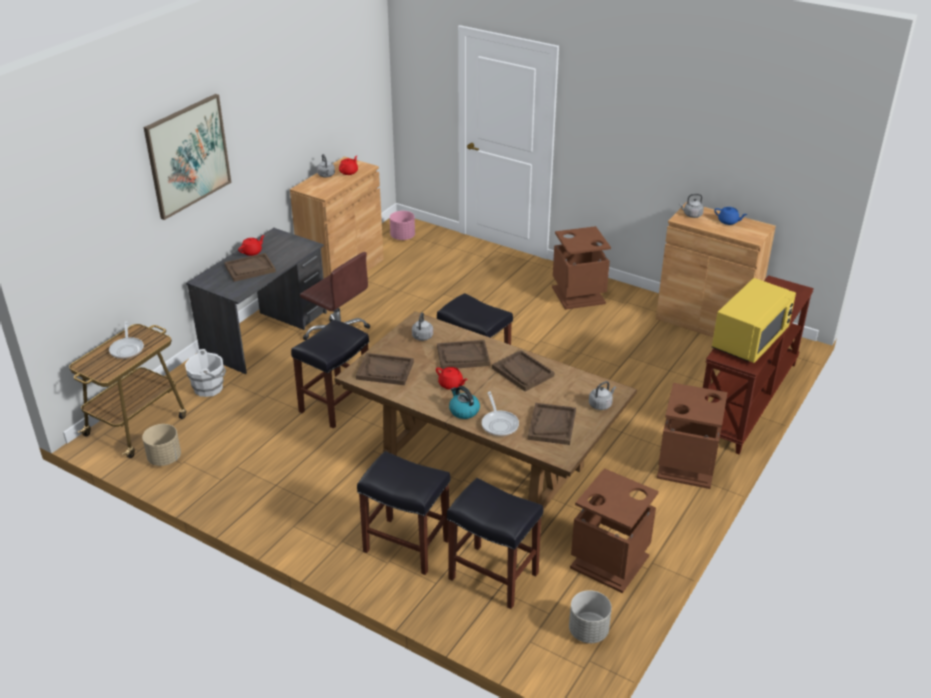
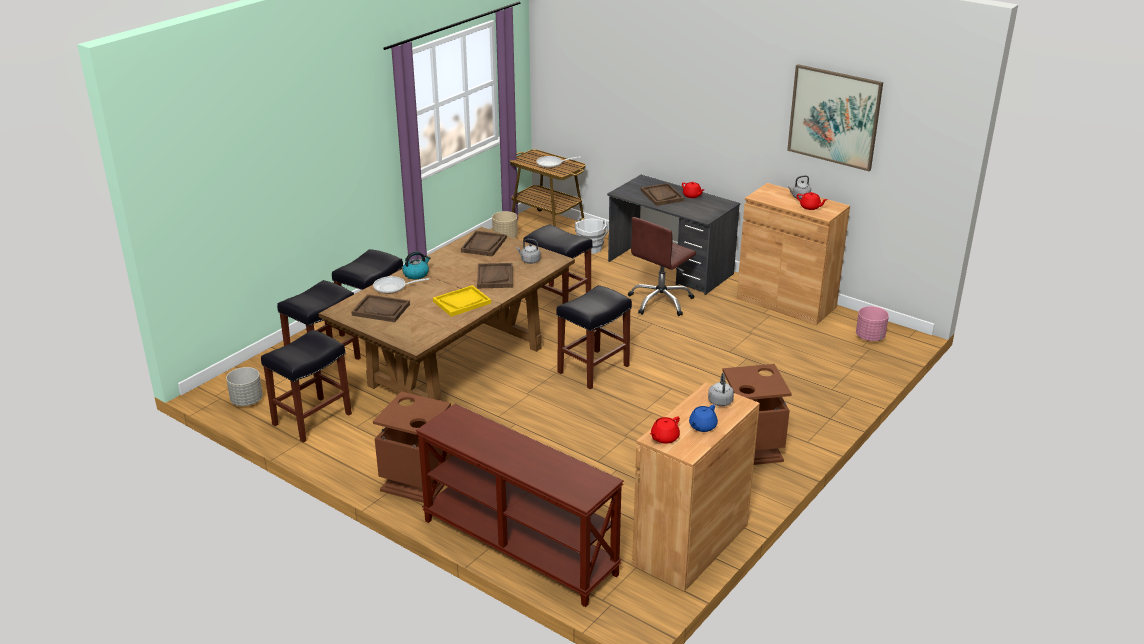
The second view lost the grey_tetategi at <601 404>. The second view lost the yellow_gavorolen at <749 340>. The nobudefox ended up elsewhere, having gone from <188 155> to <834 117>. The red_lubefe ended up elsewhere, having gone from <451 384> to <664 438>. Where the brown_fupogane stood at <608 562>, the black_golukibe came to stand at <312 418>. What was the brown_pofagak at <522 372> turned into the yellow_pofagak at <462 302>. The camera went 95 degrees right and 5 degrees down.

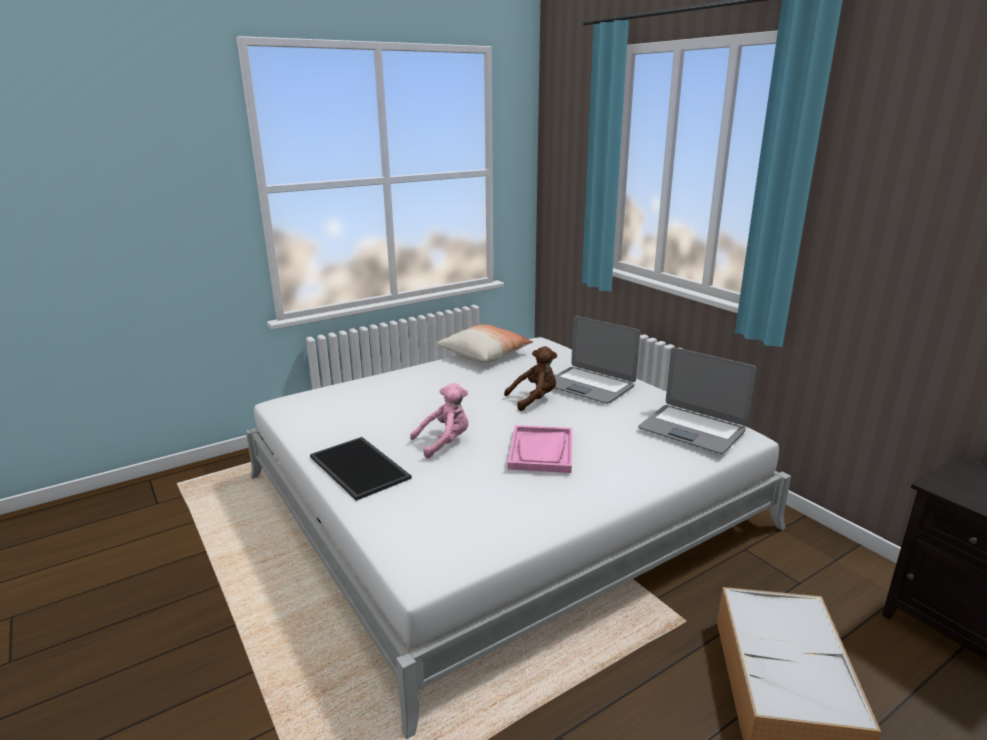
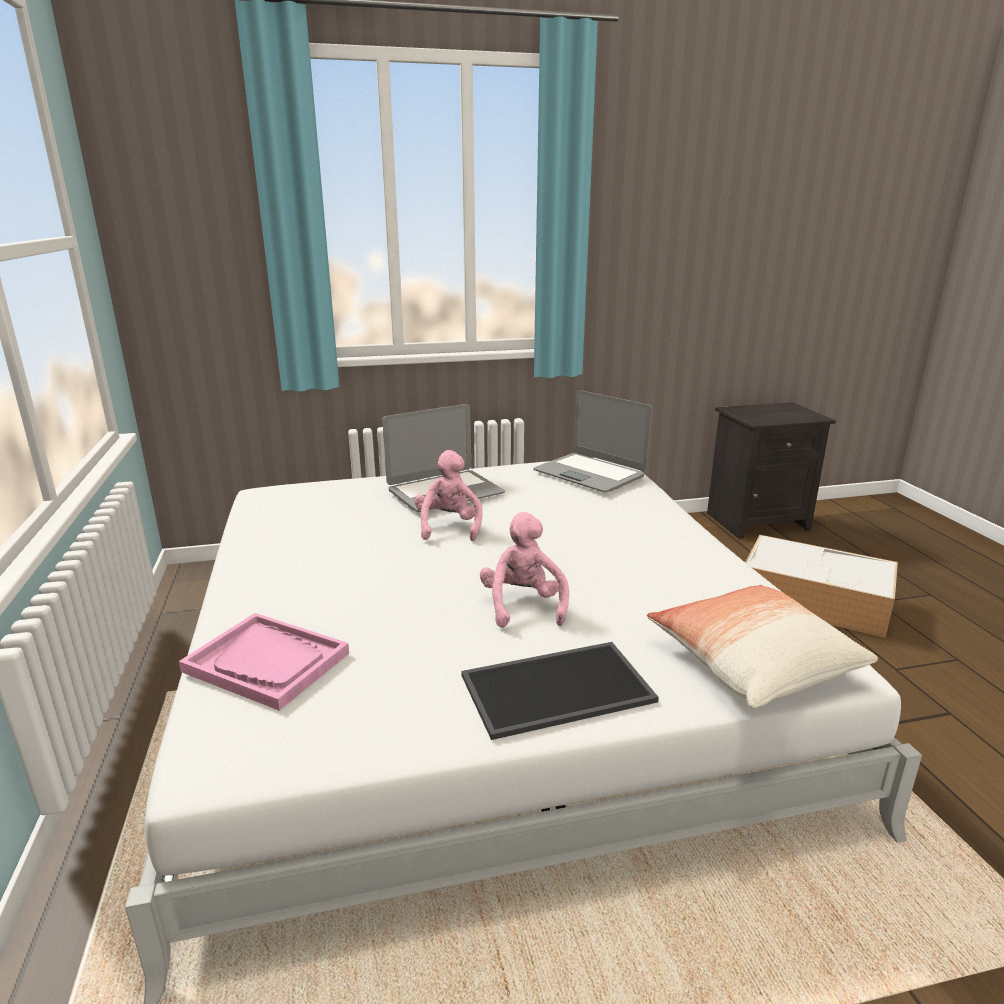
The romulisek ended up elsewhere, having gone from <485 355> to <752 663>. The pink_pofagak ended up elsewhere, having gone from <541 451> to <267 662>. What was the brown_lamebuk at <534 399> turned into the pink_lamebuk at <449 527>. The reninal at <692 429> ended up facing another way, 75 degrees clockwise from before. The camera went 70 degrees left and 0 degrees up.

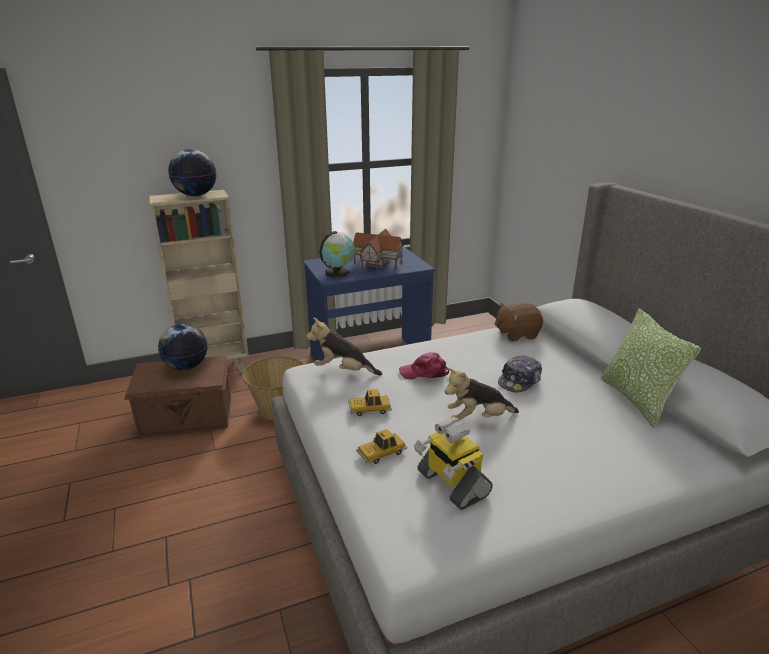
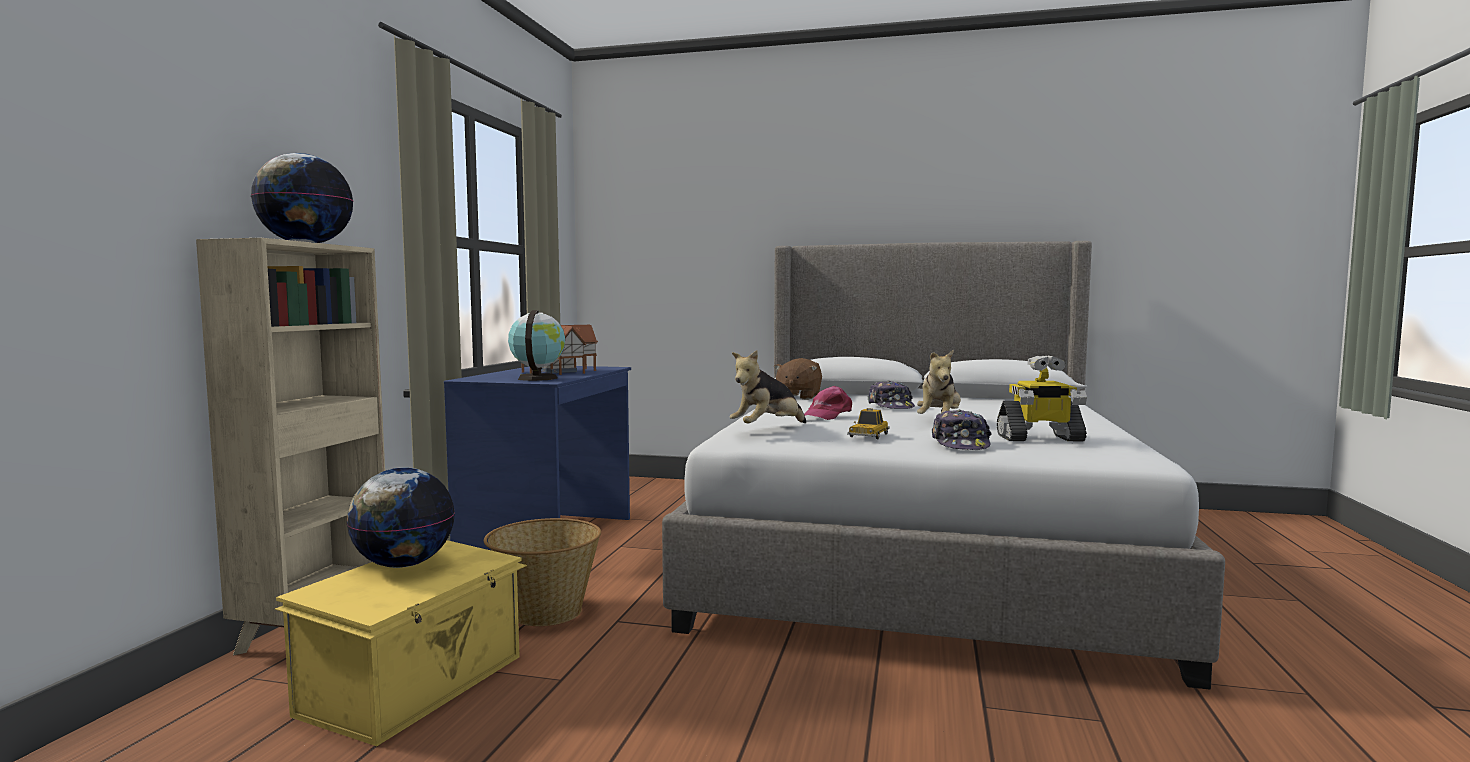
The second view lost the romulisek at <637 400>. Where the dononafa stood at <381 453>, the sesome came to stand at <961 444>. What was the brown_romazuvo at <187 418> turned into the yellow_romazuvo at <417 684>. The camera went 55 degrees left and 20 degrees down.

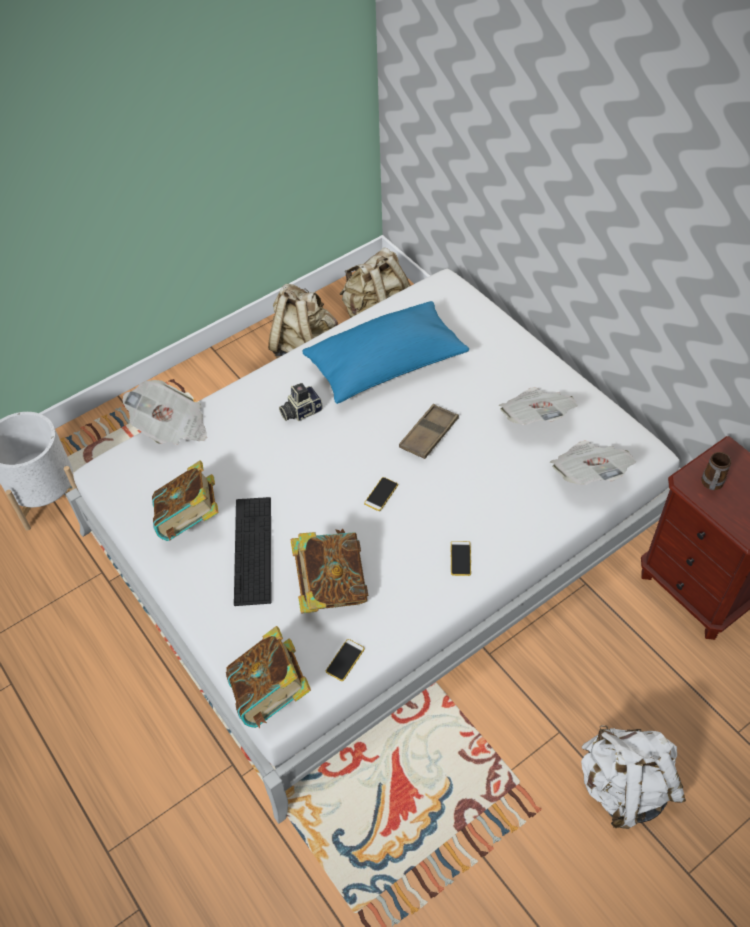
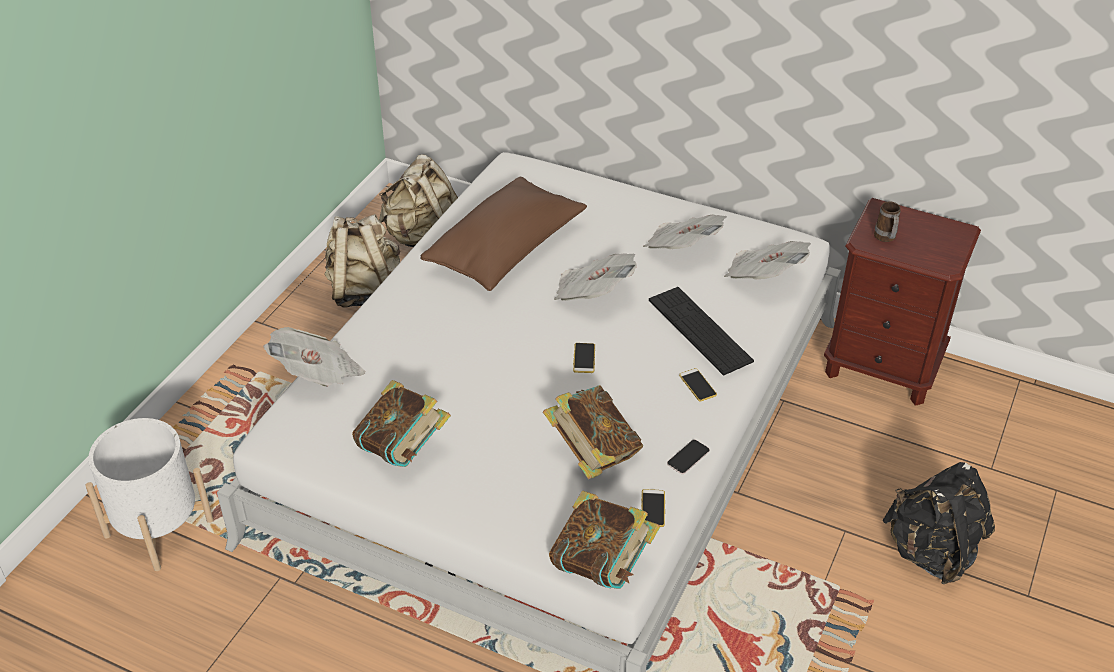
The second view lost the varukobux at <300 411>. The second view gained the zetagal at <688 457>. The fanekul ended up elsewhere, having gone from <253 550> to <699 330>. Where the brown_pofagak stood at <429 434>, the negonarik came to stand at <593 294>. What was the blue_romulisek at <386 366> turned into the brown_romulisek at <506 250>. What was the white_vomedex at <624 788> turned into the black_vomedex at <931 552>. The camera went 30 degrees left and 10 degrees down.

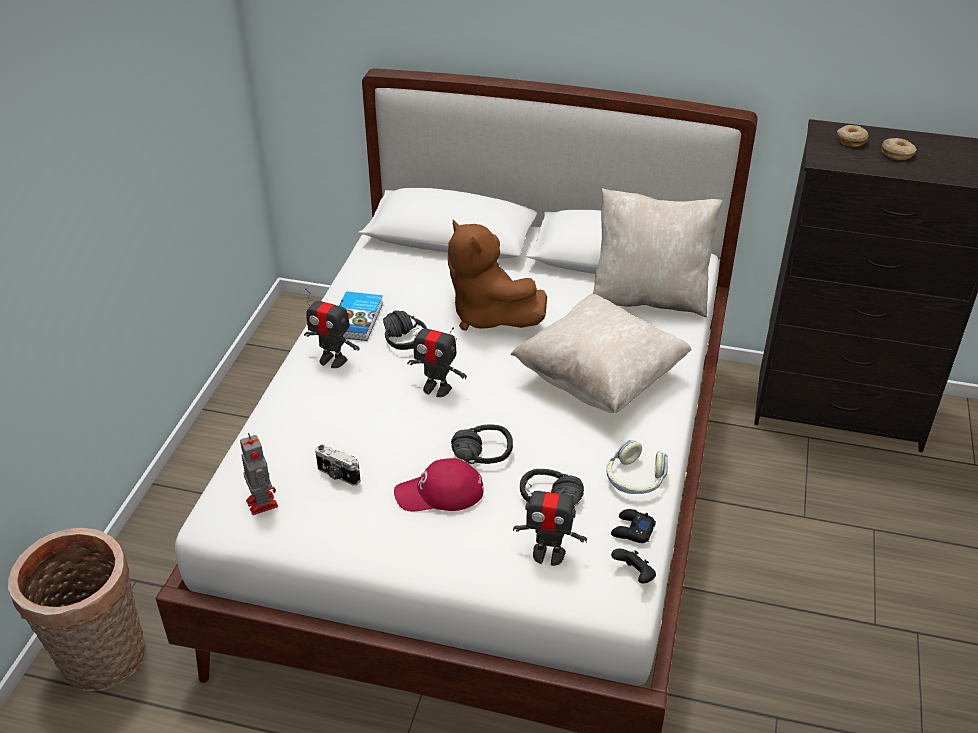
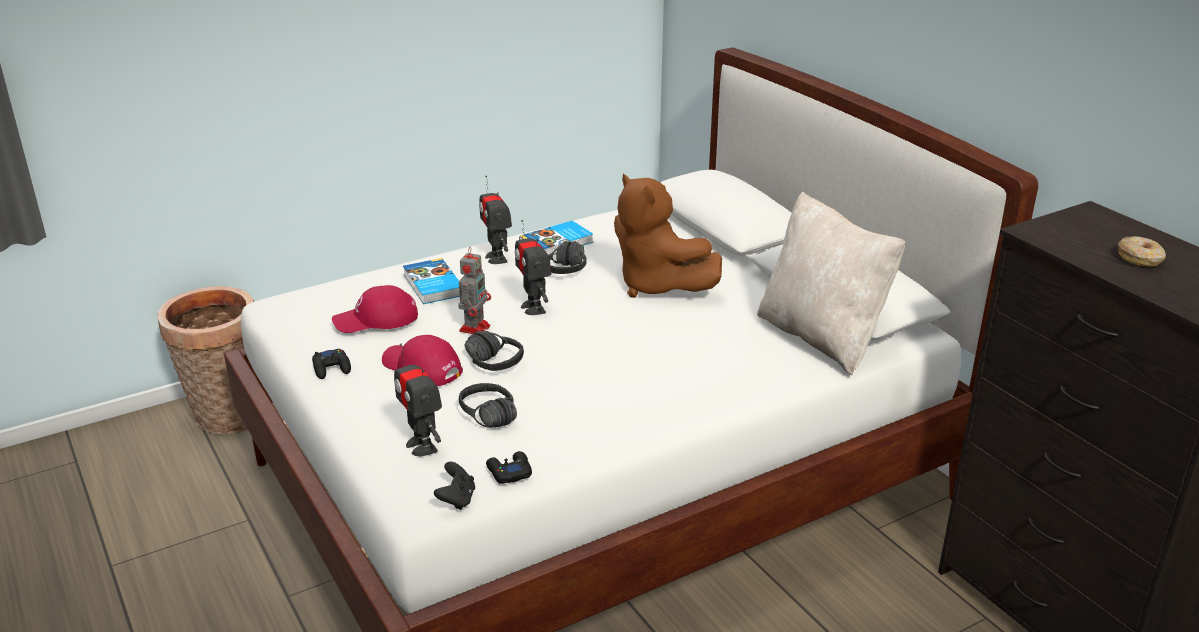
The second view lost the beige_romulisek at <599 379>. The second view lost the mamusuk at <635 479>. The second view lost the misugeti at <851 140>. The second view gained the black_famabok at <332 368>. The second view gained the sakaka at <432 285>. The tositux ended up elsewhere, having gone from <261 502> to <475 327>. Where the varukobux stood at <338 475>, the red_sesome came to stand at <376 319>. The brown_lamebuk at <488 316> ended up facing another way, 45 degrees counterclockwise from before. The camera went 45 degrees right and 10 degrees down.

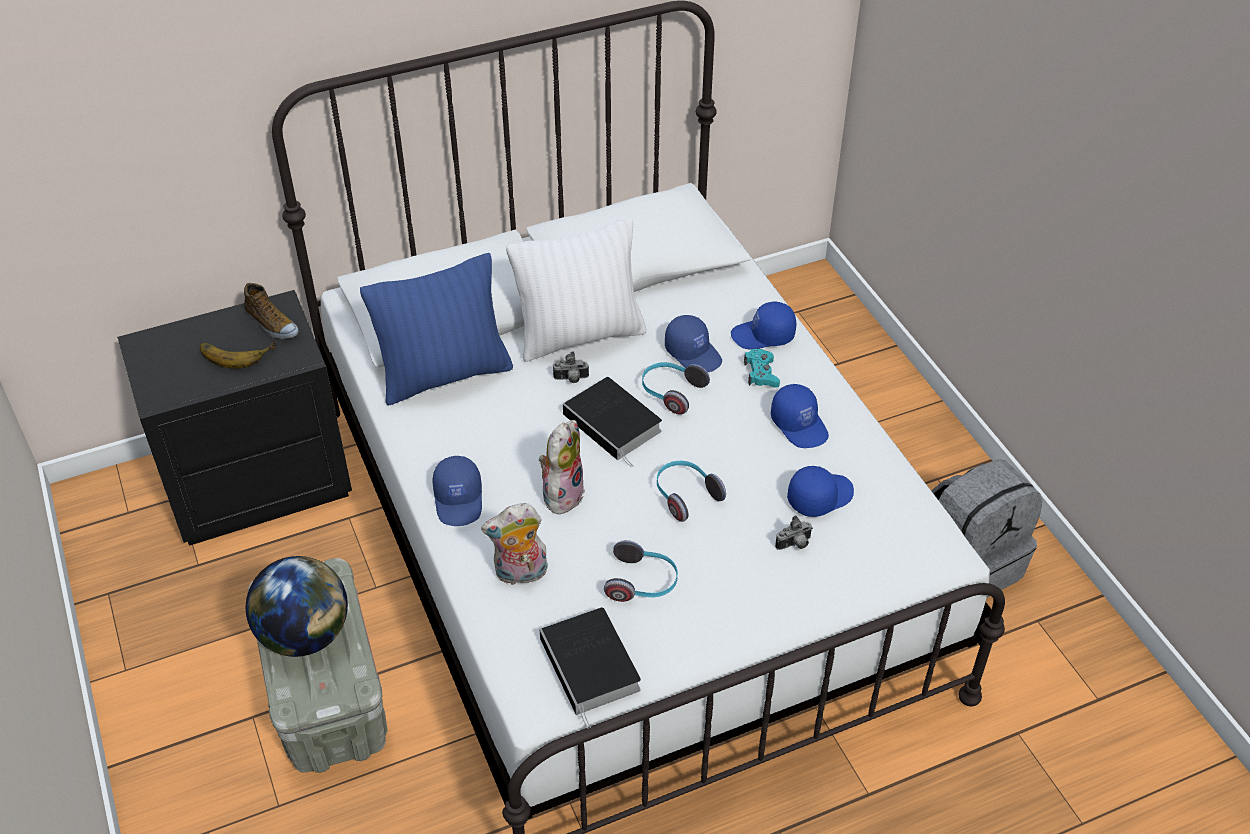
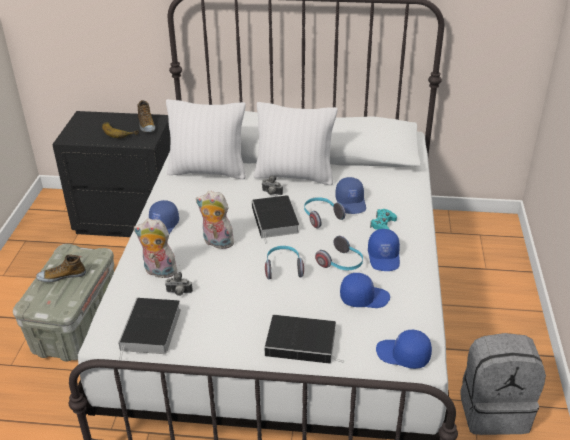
The second view gained the sakaka at <303 342>. The mamusuk ended up elsewhere, having gone from <642 583> to <341 263>. The blue_sesome ended up elsewhere, having gone from <763 336> to <403 355>. The varukobux ended up elsewhere, having gone from <794 545> to <179 293>. Where the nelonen stood at <305 635>, the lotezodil came to stand at <62 276>. What was the blue_romulisek at <445 375> turned into the white_romulisek at <208 171>. The lamebuk at <562 493> ended up facing another way, 120 degrees counterclockwise from before. The camera went 30 degrees right and 10 degrees down.

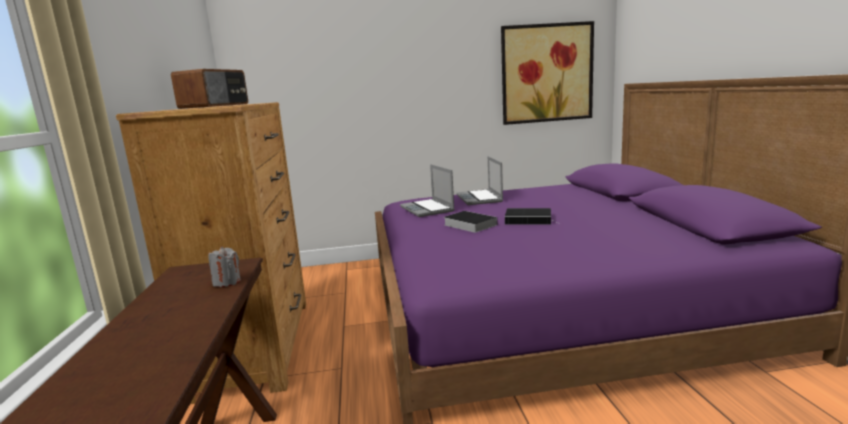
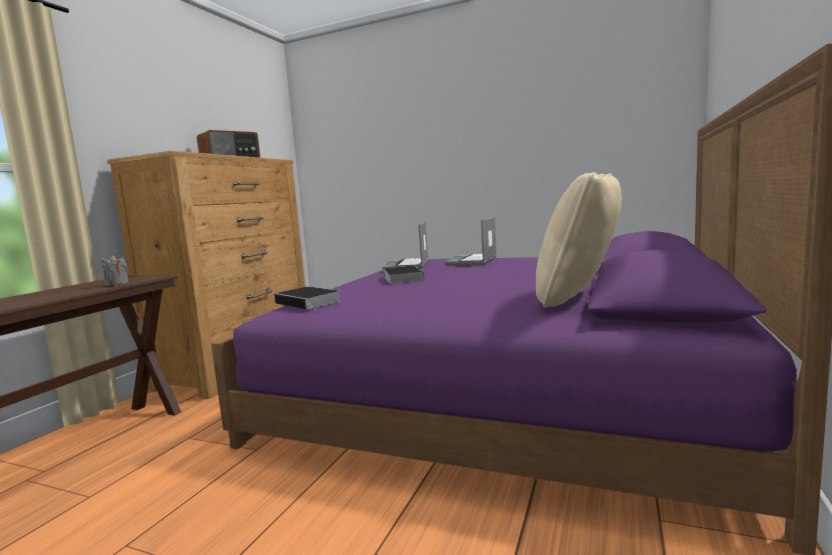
The second view lost the nobudefox at <546 73>. The second view gained the beige_romulisek at <580 297>. The sakaka ended up elsewhere, having gone from <530 220> to <309 302>. The camera went 30 degrees right and 5 degrees down.

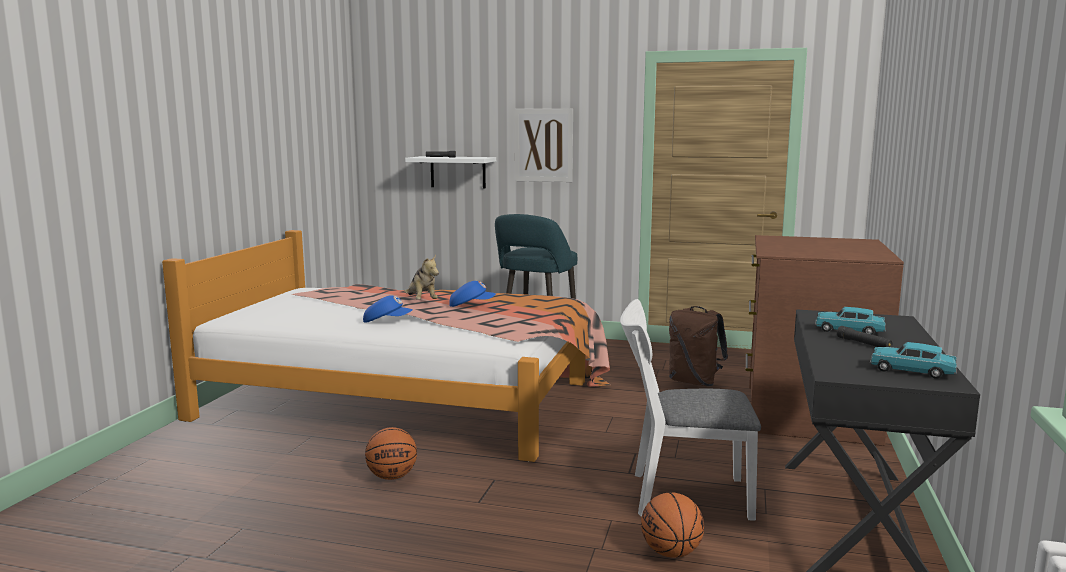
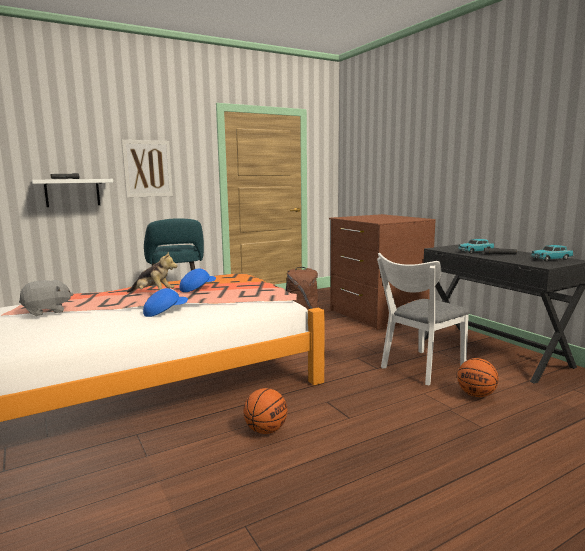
The second view gained the grey_lamebuk at <47 311>. The camera went 45 degrees left and 0 degrees up.

